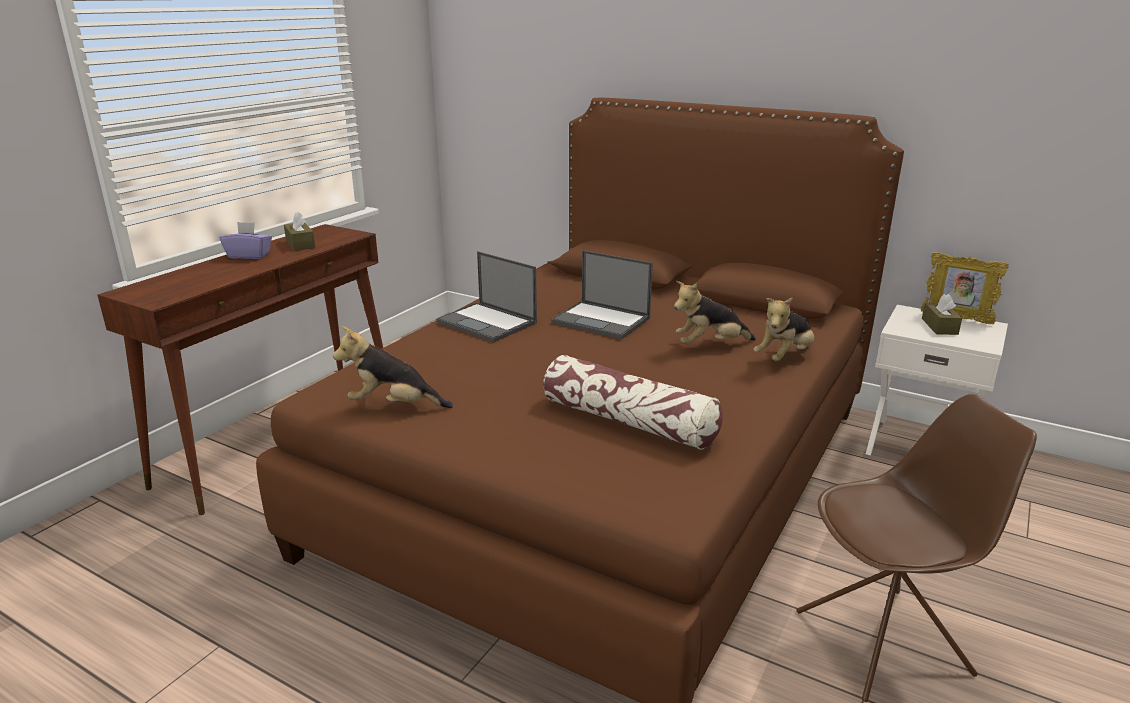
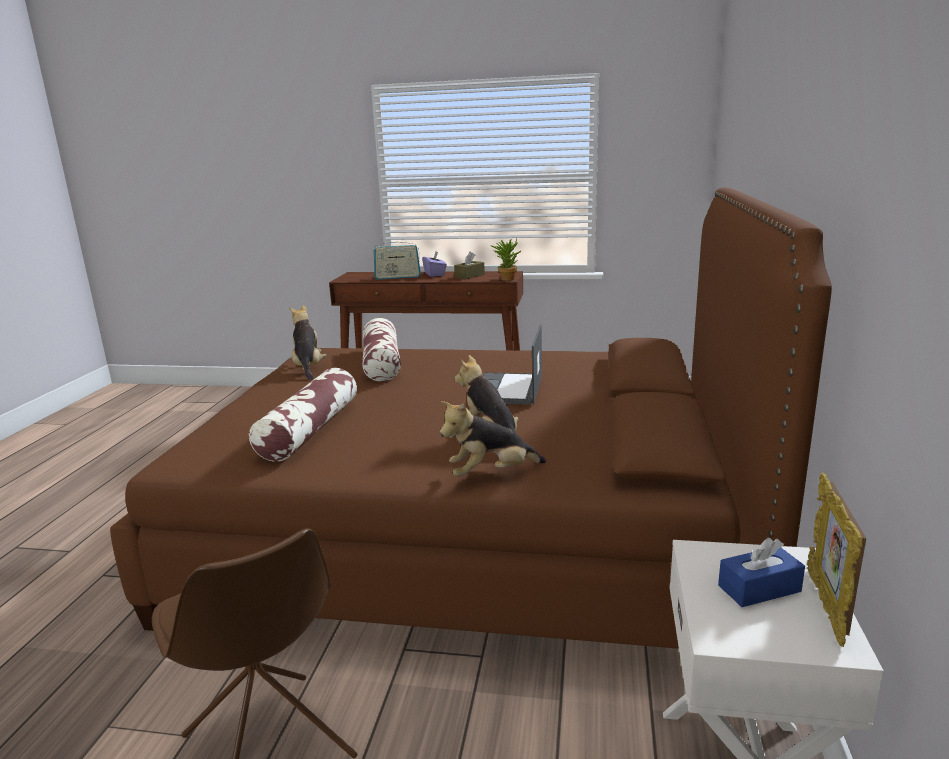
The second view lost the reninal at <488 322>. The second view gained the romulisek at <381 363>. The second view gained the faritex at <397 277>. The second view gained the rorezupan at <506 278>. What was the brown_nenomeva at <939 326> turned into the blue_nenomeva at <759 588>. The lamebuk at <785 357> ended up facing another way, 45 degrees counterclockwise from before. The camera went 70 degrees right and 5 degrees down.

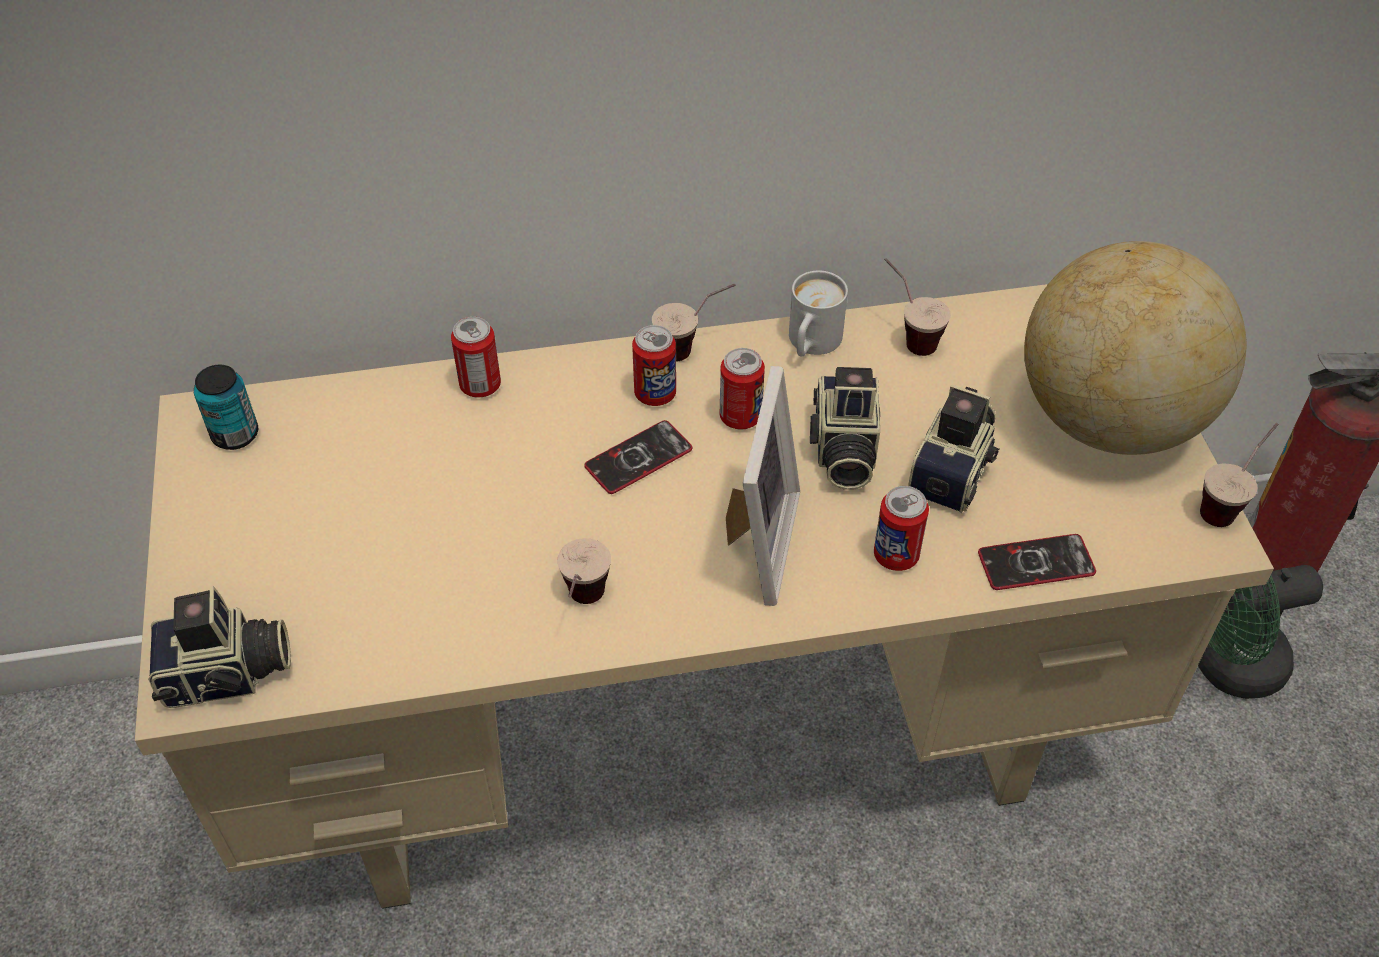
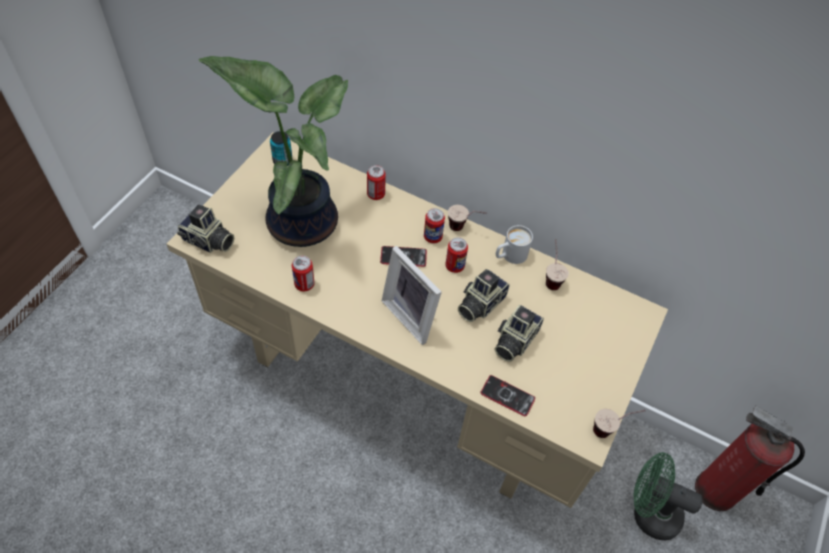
The second view lost the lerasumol at <583 608>. The second view lost the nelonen at <1108 420>. The second view gained the rorezupan at <301 220>. The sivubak ended up elsewhere, having gone from <896 555> to <304 284>. The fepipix at <754 542> ended up facing another way, 90 degrees clockwise from before. The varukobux at <955 471> ended up facing another way, 150 degrees clockwise from before. The camera went 35 degrees right and 5 degrees up.

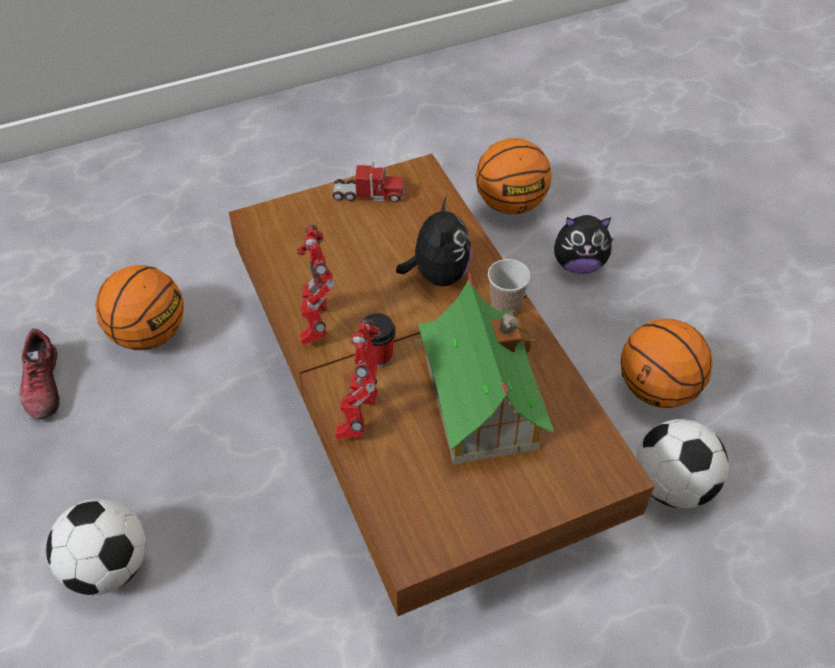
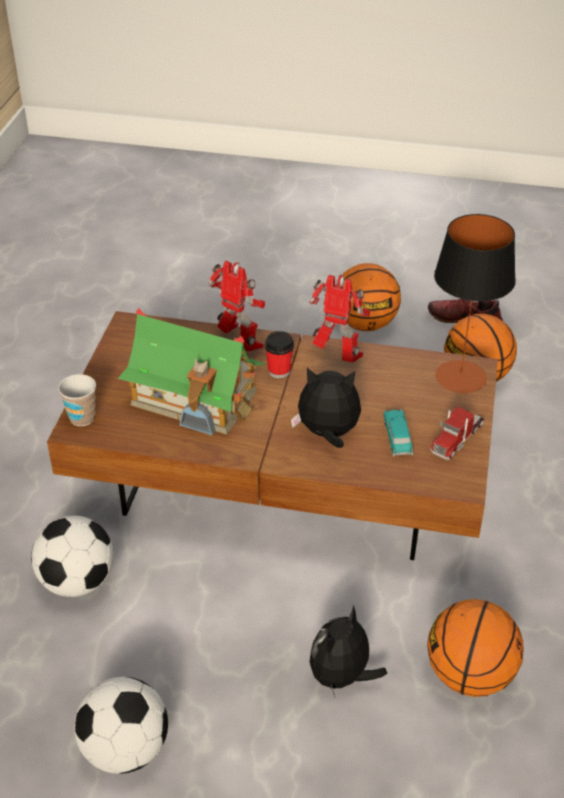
The second view gained the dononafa at <397 437>. The second view gained the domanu at <460 377>. The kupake ended up elsewhere, having gone from <108 567> to <125 749>. The lerasumol ended up elsewhere, having gone from <505 306> to <82 418>. The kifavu ended up elsewhere, having gone from <656 389> to <365 324>. The lamebuk at <437 274> ended up facing another way, 150 degrees clockwise from before. The camera went 125 degrees right and 10 degrees down.

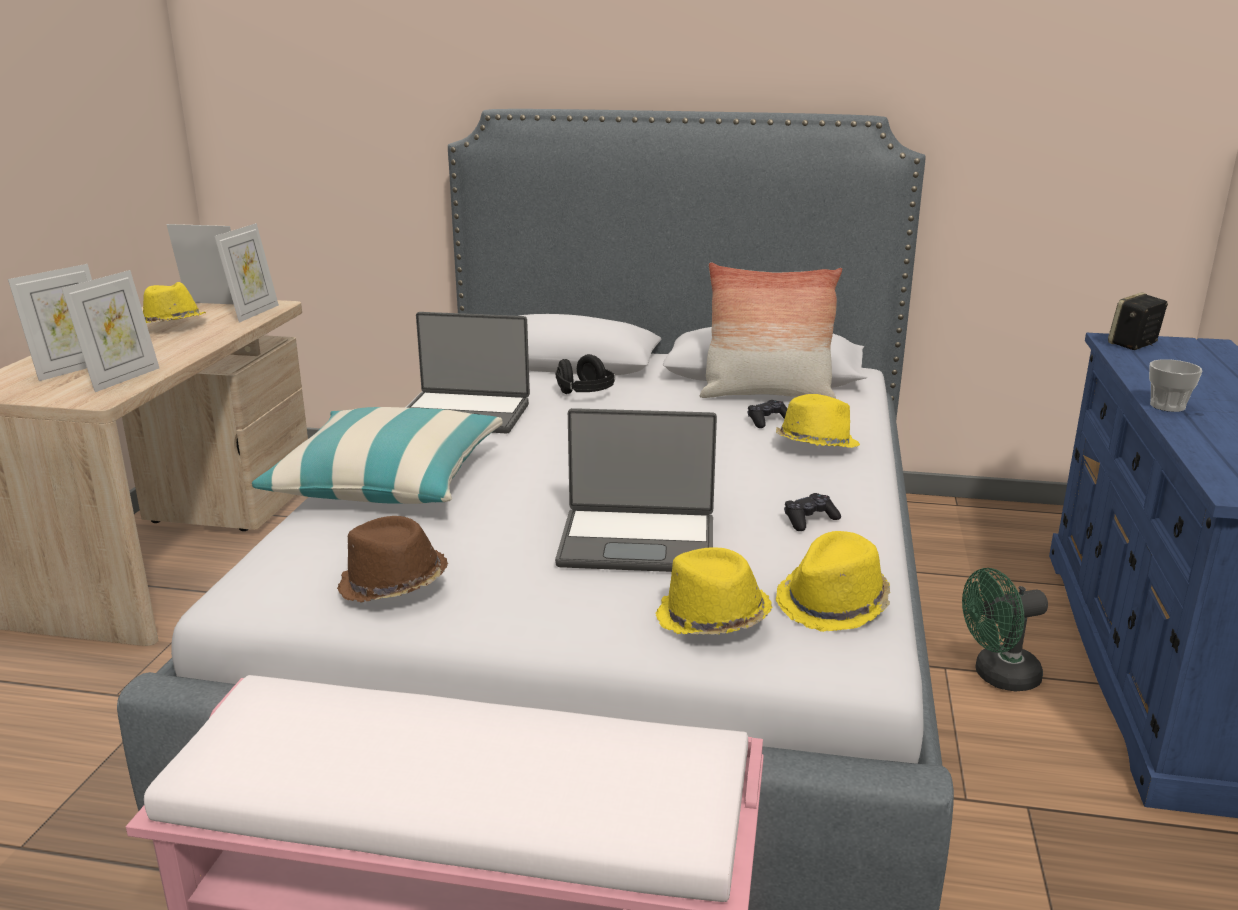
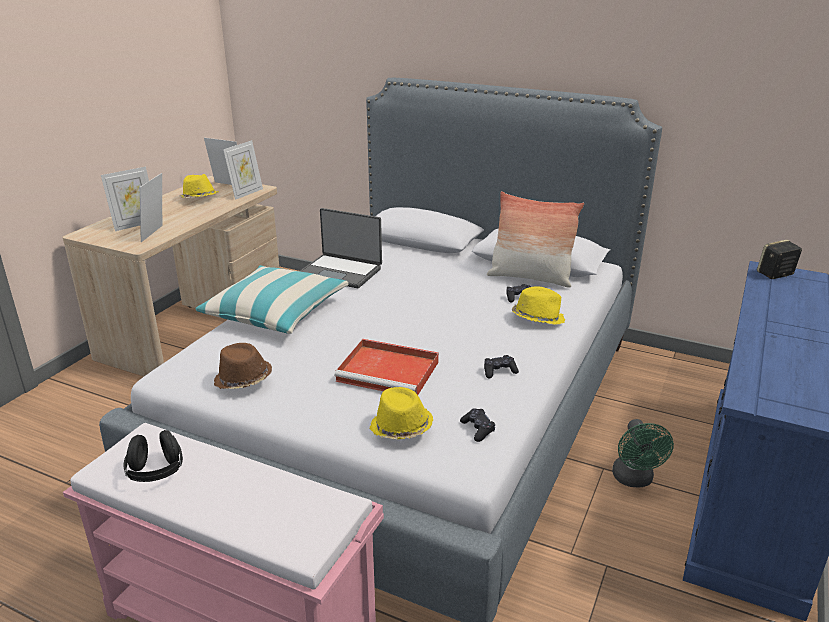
The second view lost the lerasumol at <1167 406>. The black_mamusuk ended up elsewhere, having gone from <585 394> to <156 472>. Where the reninal stood at <638 542>, the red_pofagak came to stand at <390 371>. Where the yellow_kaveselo stood at <834 604>, the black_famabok came to stand at <478 429>. The fepipix at <122 378> ended up facing another way, 150 degrees clockwise from before. The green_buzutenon at <998 677> ended up facing another way, 90 degrees counterclockwise from before. The camera went 15 degrees right and 5 degrees up.

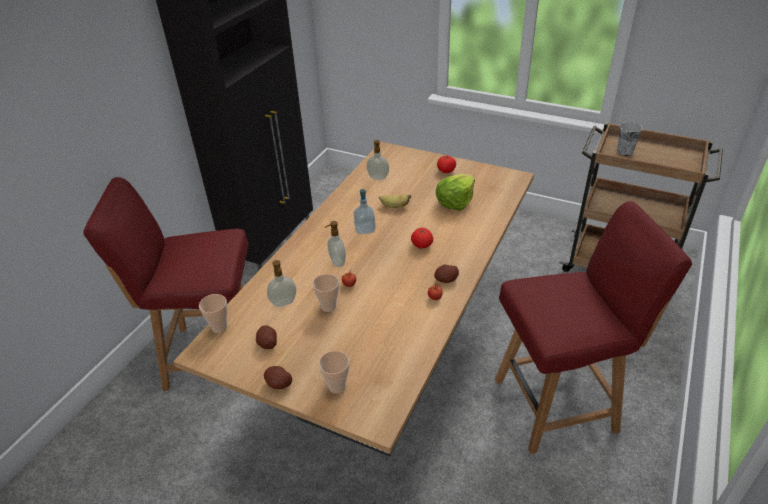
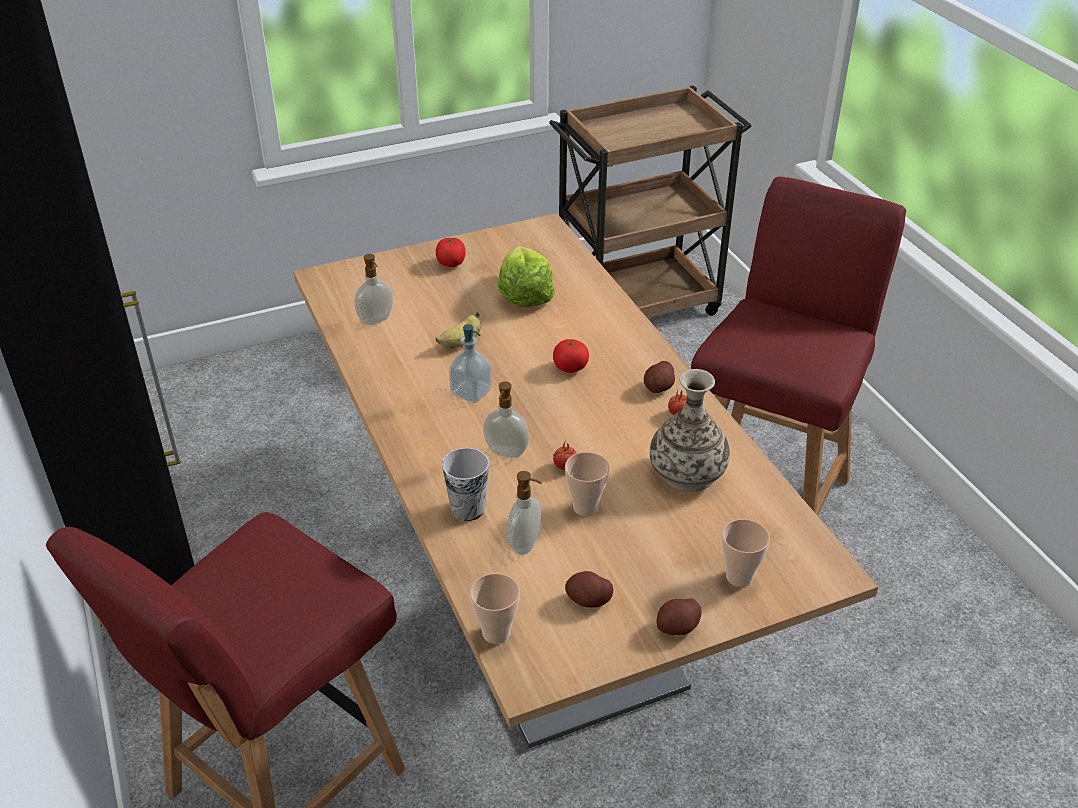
The second view gained the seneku at <687 473>. The lerasumol ended up elsewhere, having gone from <624 152> to <468 509>. The camera went 50 degrees left and 0 degrees up.

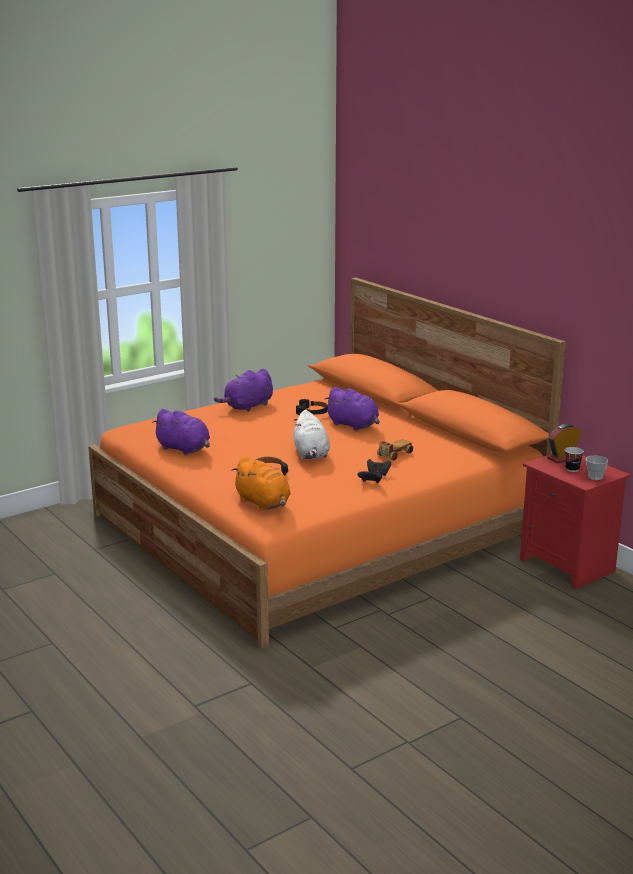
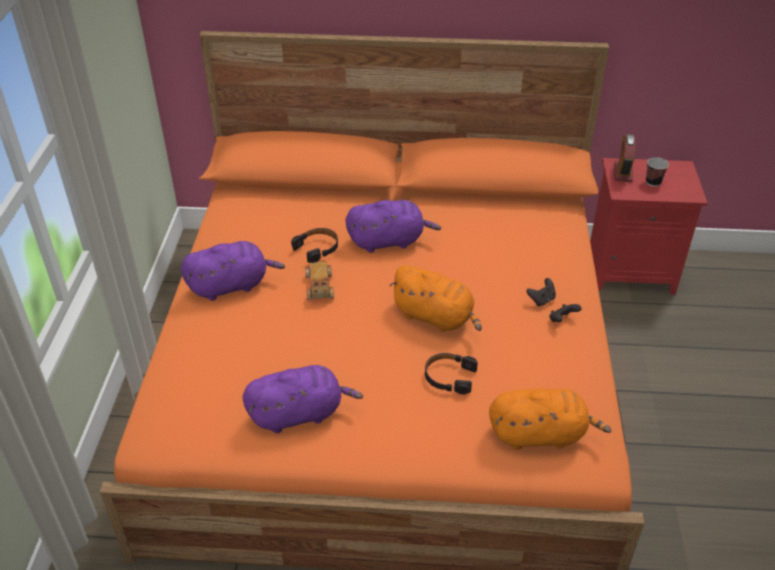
The second view lost the lerasumol at <595 477>. The dononafa ended up elsewhere, having gone from <394 454> to <319 287>. What was the white_lamebuk at <311 454> turned into the orange_lamebuk at <435 317>. The purple_lamebuk at <247 407> ended up facing another way, 105 degrees counterclockwise from before. The camera went 50 degrees left and 20 degrees up.

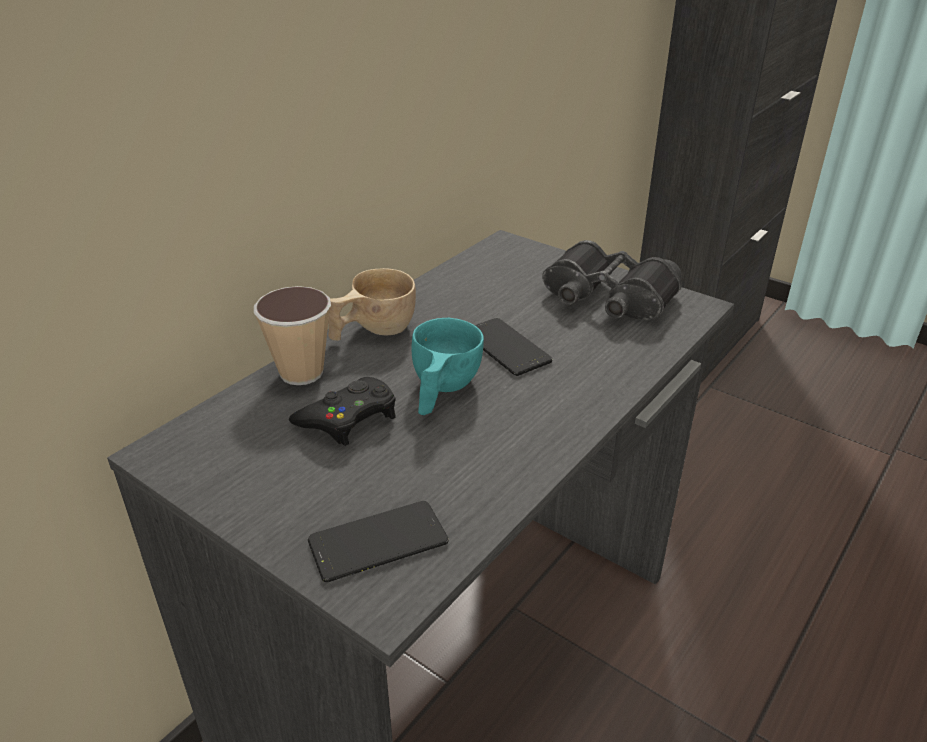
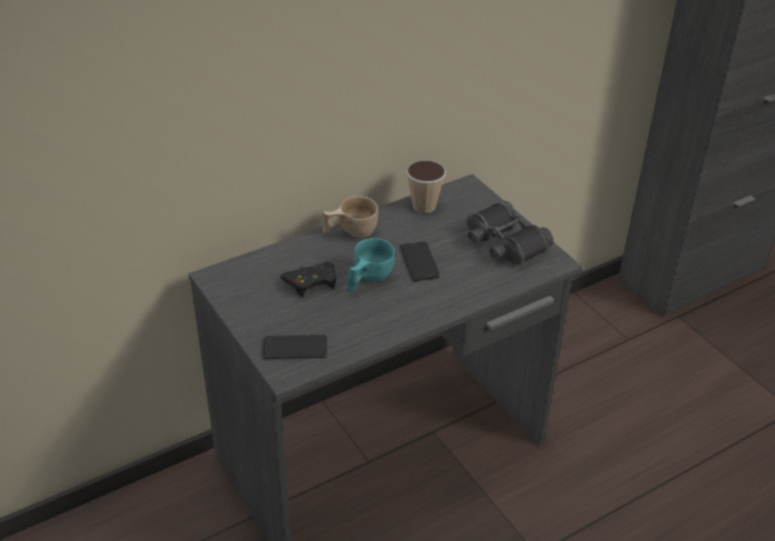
The lerasumol ended up elsewhere, having gone from <301 373> to <424 206>. The camera went 20 degrees right and 5 degrees up.

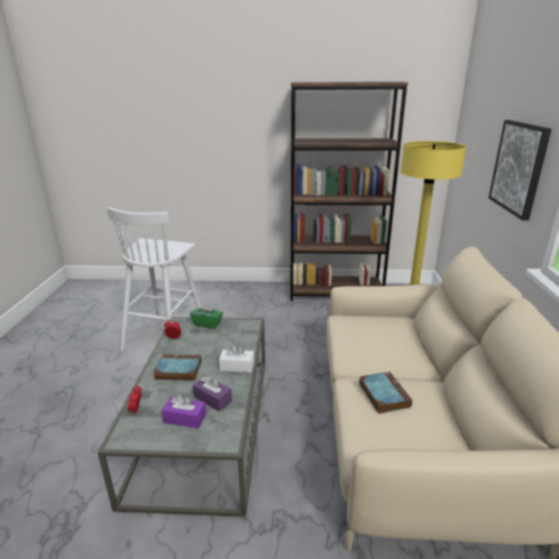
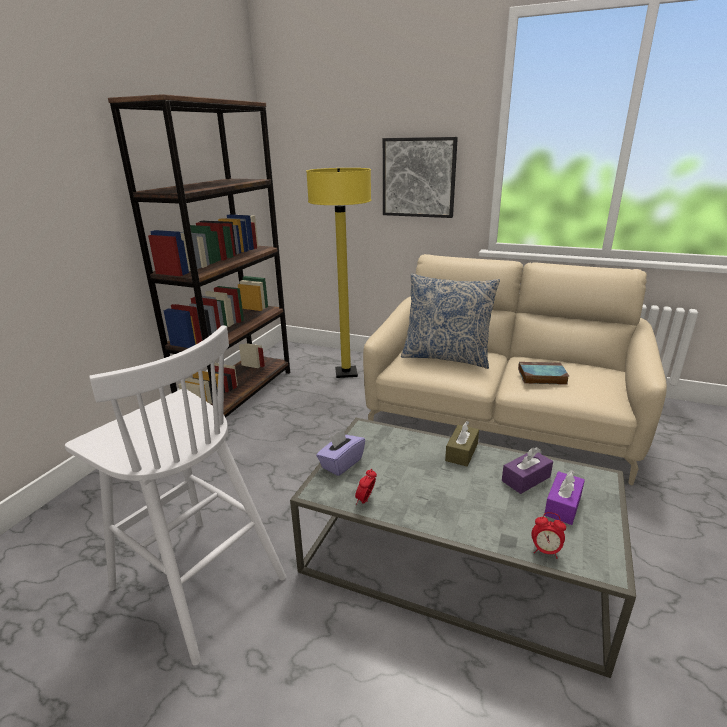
The second view lost the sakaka at <177 370>. The second view gained the romulisek at <446 357>. What was the green_nenomeva at <207 324> turned into the purple_nenomeva at <341 463>. What was the white_nenomeva at <237 366> turned into the brown_nenomeva at <461 452>. The camera went 70 degrees left and 0 degrees up.

